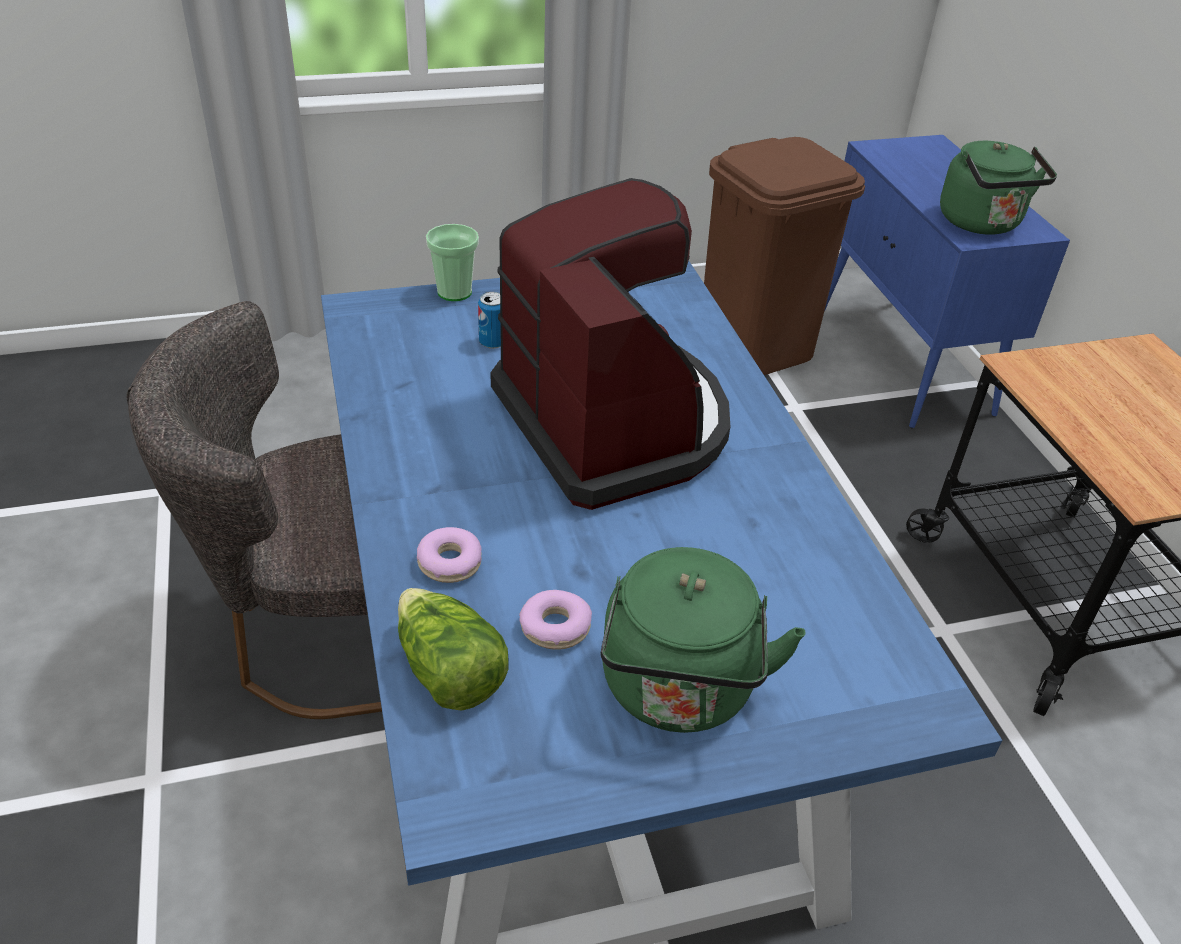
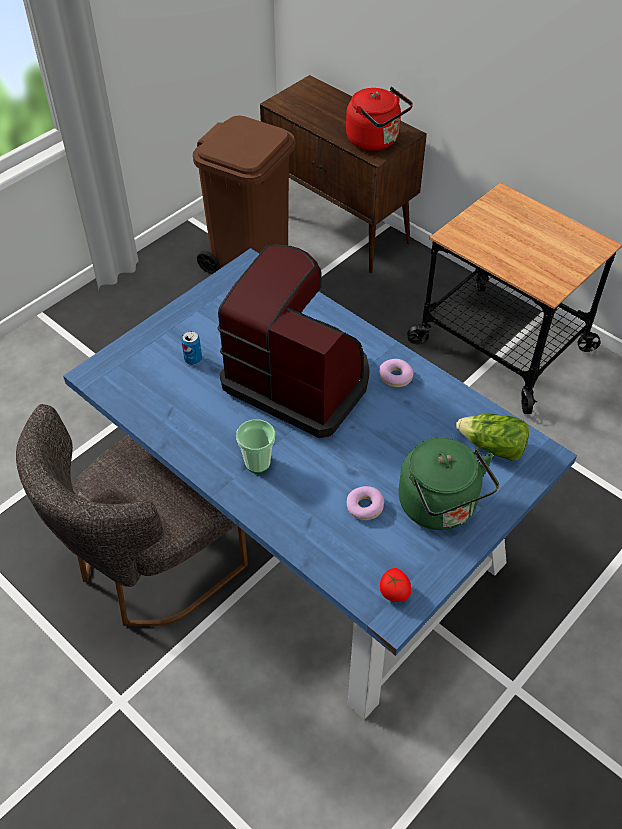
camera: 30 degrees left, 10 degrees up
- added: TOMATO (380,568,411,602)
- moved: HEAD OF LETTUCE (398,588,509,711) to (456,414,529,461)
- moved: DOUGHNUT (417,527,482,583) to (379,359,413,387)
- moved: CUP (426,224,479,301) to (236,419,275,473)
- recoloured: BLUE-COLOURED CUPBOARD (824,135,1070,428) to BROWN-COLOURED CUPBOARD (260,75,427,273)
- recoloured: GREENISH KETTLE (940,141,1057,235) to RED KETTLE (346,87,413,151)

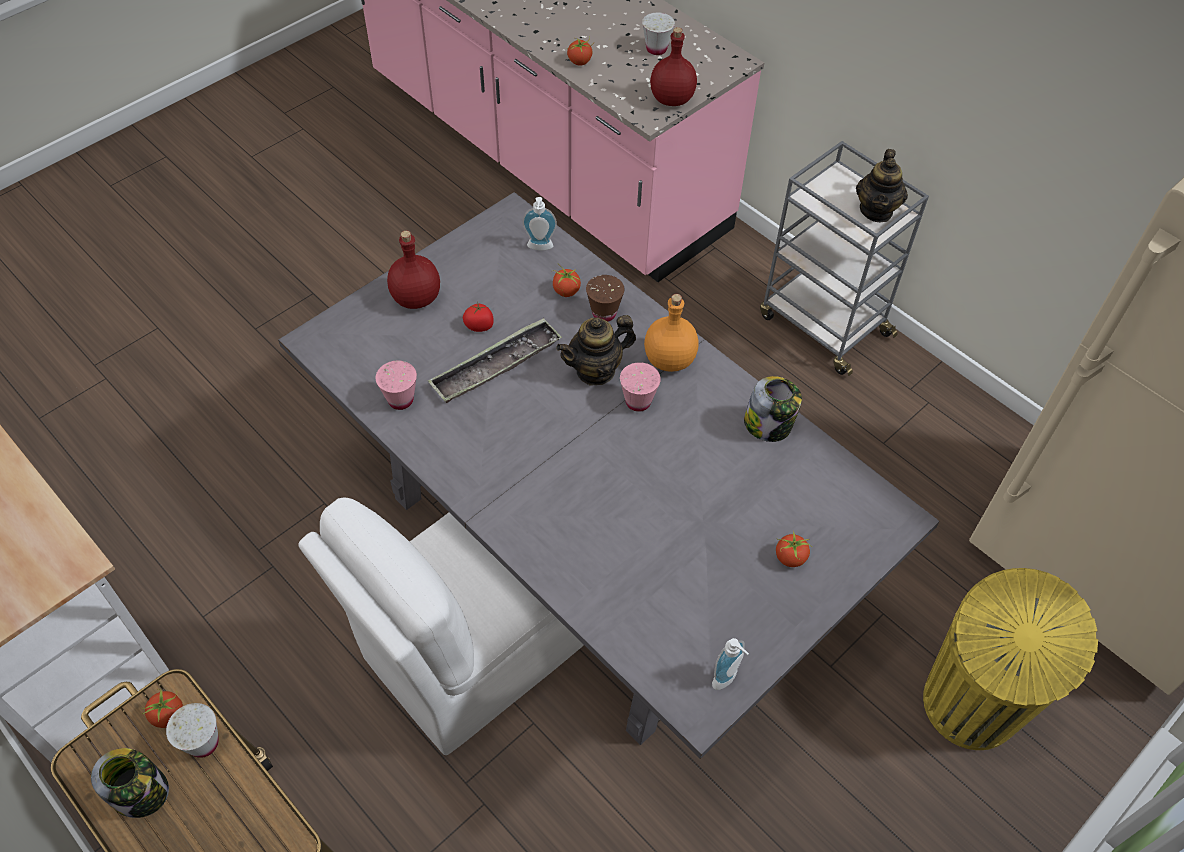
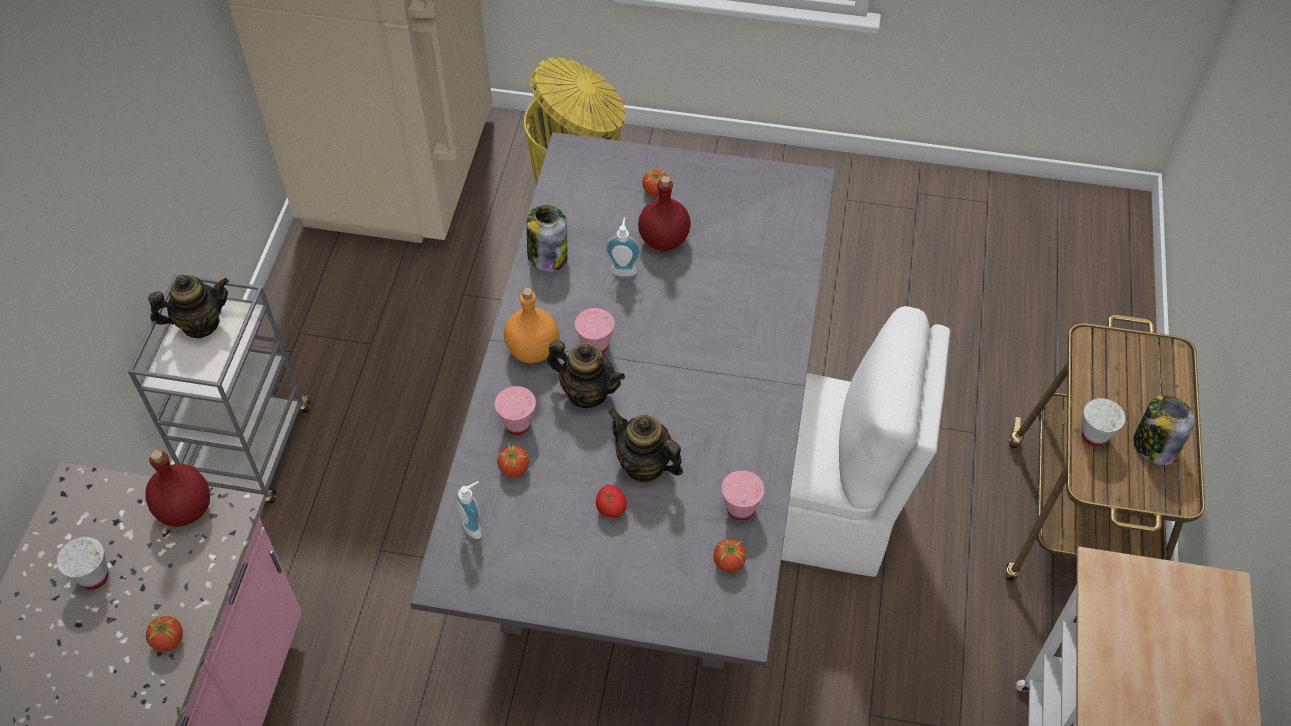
camera: 125 degrees left, 0 degrees up
- moved: TOMATO (141,689,183,728) to (713,535,747,572)
- moved: RED DRINK BOTTLE (387,231,440,309) to (638,176,691,251)
- moved: SOAP DISPENSER (712,638,749,690) to (605,217,641,277)
- replaced: CARRYING TRAY (428,318,562,403) to TEAPOT (608,408,683,482)
- recoloured: BROWN-COLOURED CUP (586,275,624,322) to PINK CUP (495,386,536,435)

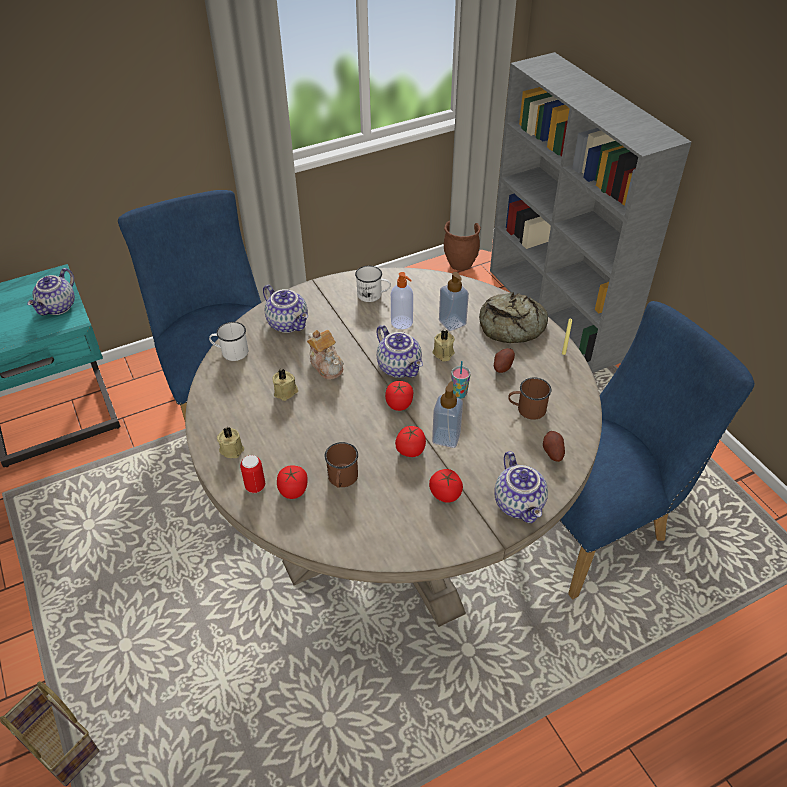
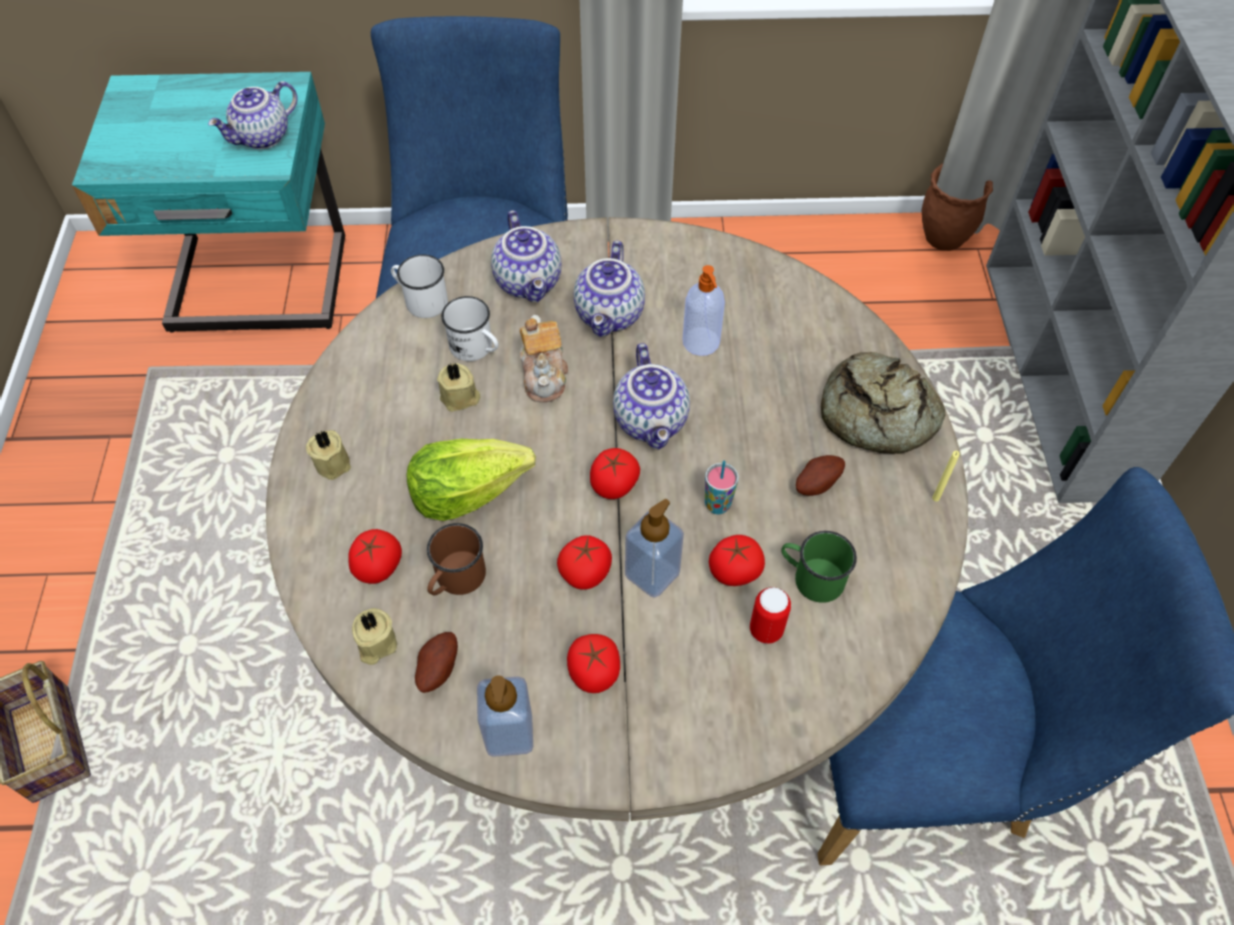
camera: 25 degrees right, 10 degrees up
- added: HEAD OF LETTUCE (406,439,536,521)
- added: TOMATO (709,535,765,586)
- moved: SEALED CAN (240,455,265,493) to (750,587,791,644)
- moved: WHITE COFFEE MUG (355,266,391,302) to (441,296,499,361)
- moved: BEIGE-COLOURED WAX LIGHT (432,330,455,361) to (352,608,397,665)
- moved: SOAP DISPENSER (439,272,469,331) to (477,675,533,757)
- moved: TEAPOT (494,451,548,523) to (574,240,645,337)
- moved: POTATO (543,431,565,462) to (415,632,458,693)
- recoloured: BROWN-COLOURED COFFEE MUG (508,377,551,420) to GREENISH COFFEE MUG (781,531,857,603)

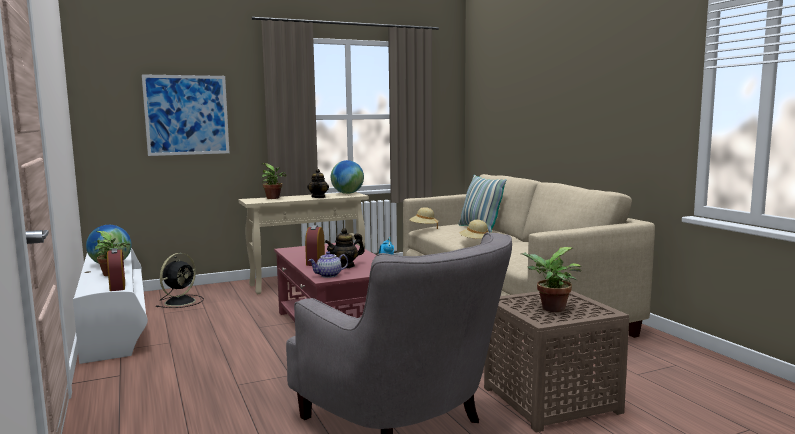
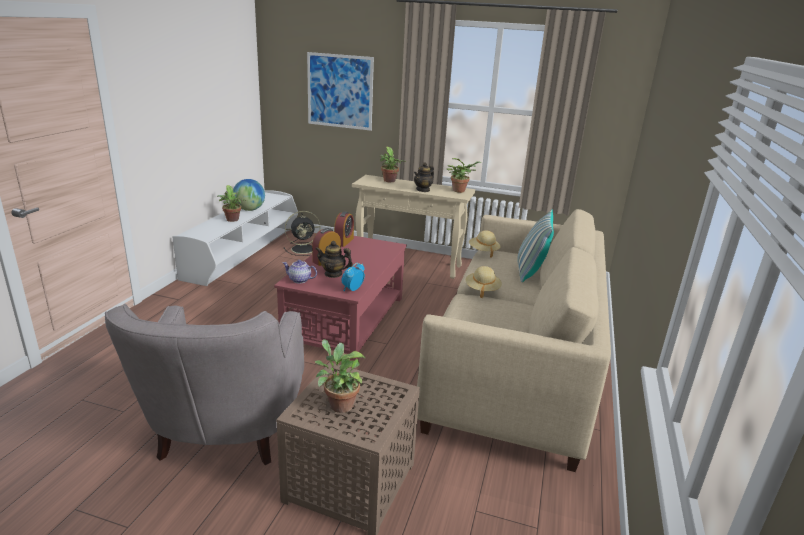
camera: 40 degrees right, 15 degrees up
- moved: TABLE CLOCK (107,248,125,291) to (334,212,354,247)
- replaced: WORLD GLOBE (331,160,364,194) to PLANT IN A POT (447,158,481,193)

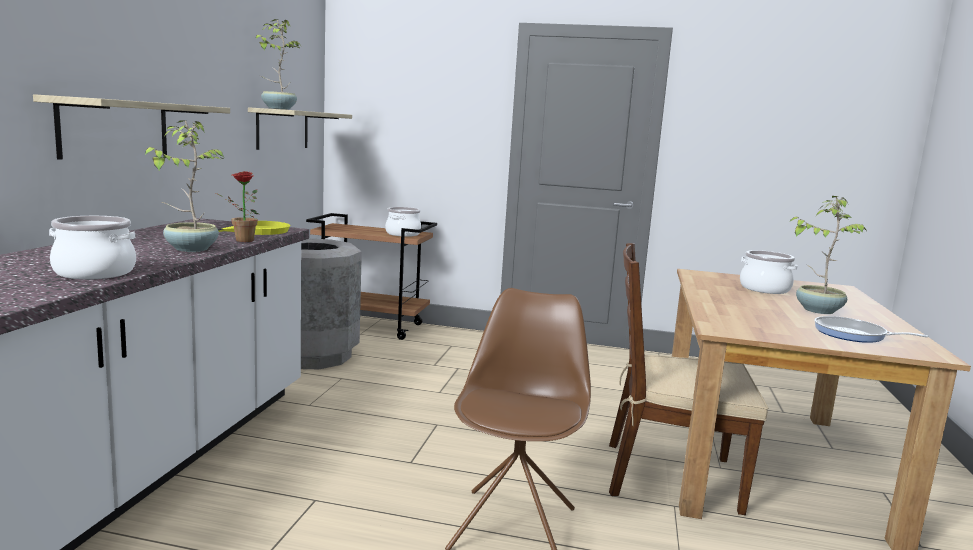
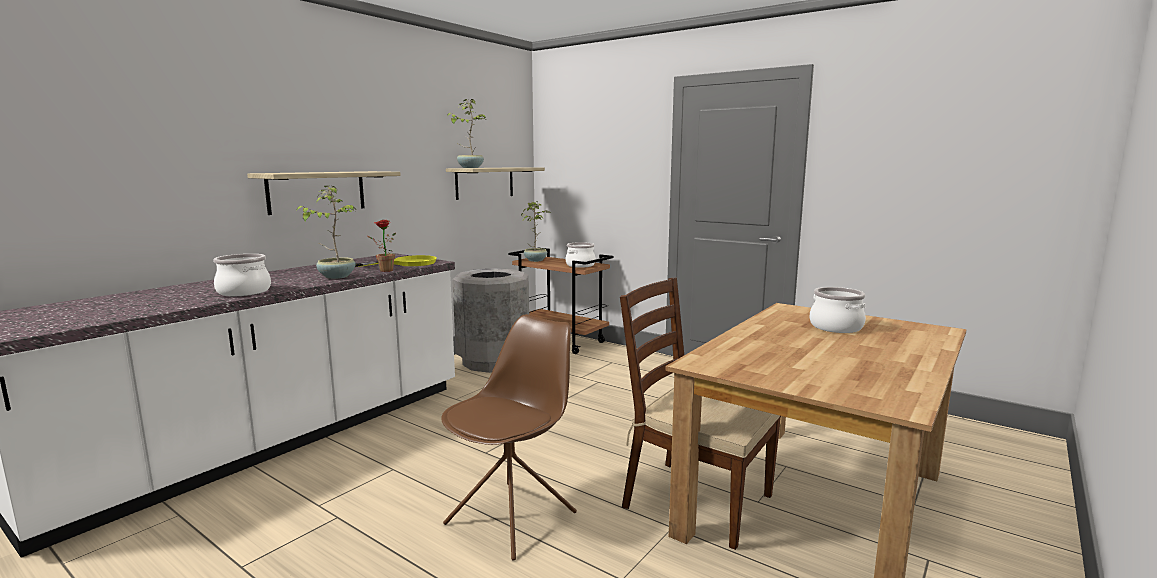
camera: 25 degrees right, 0 degrees up
- removed: FRYING PAN (815,316,928,343)
- moved: PLANT IN A POT (789,196,866,314) to (521,201,551,262)

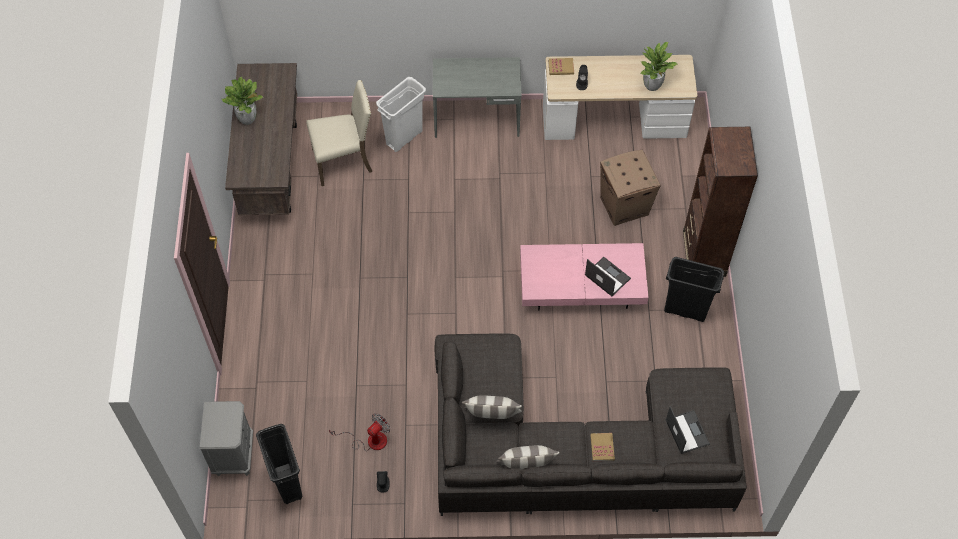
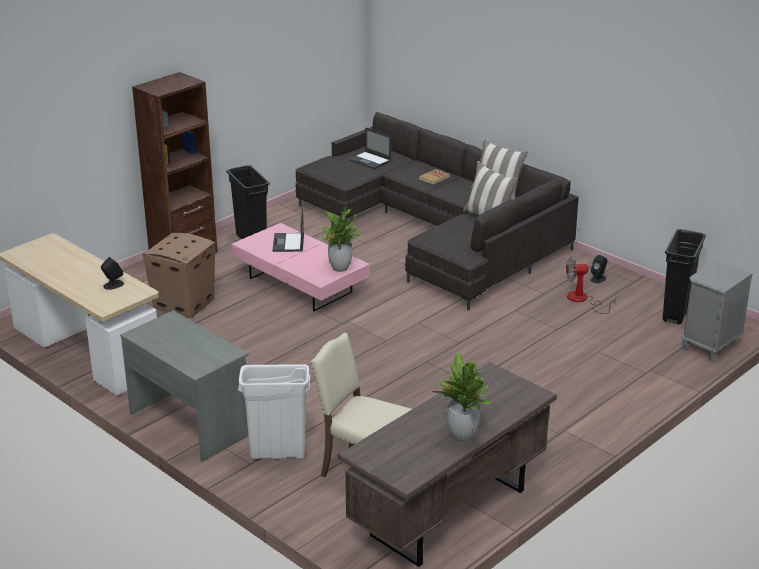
camera: 135 degrees left, 30 degrees down
- removed: BOUND BOOK (548,58,574,75)
- moved: PLANT IN A POT (641,42,678,91) to (320,206,363,272)
- turned: LAPTOP (666,406,710,454) = (348,127,391,169) 75 degrees counterclockwise

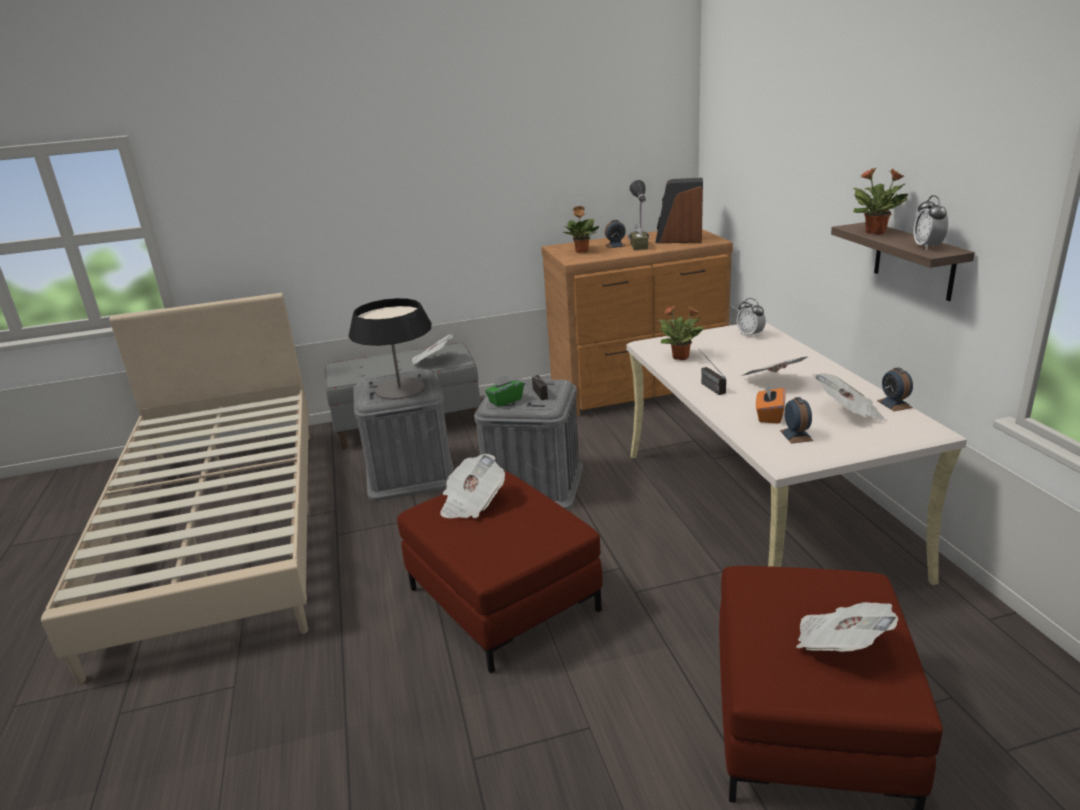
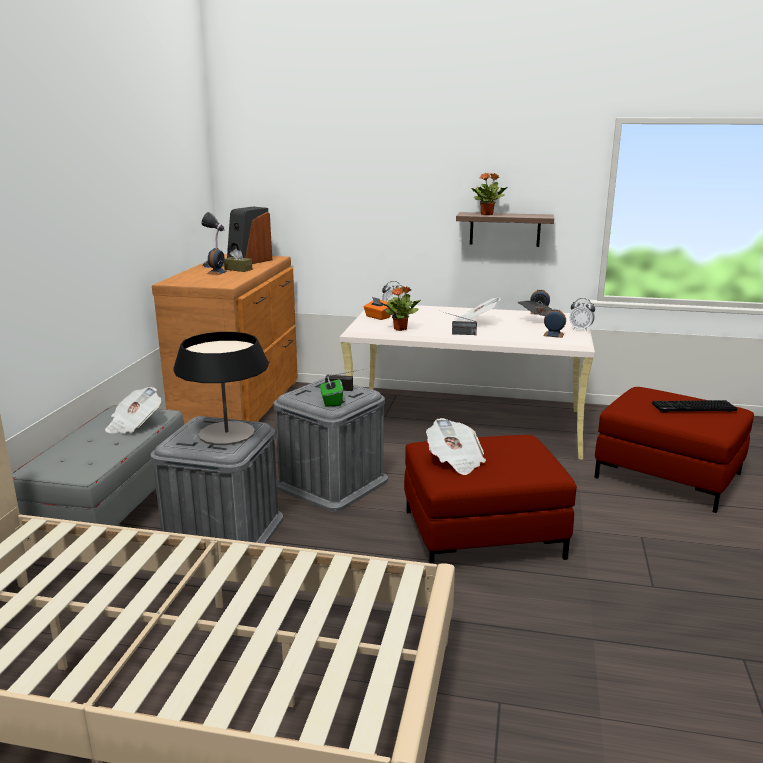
camera: 65 degrees left, 5 degrees down
- removed: PLANT IN A POT (563,206,599,253)
- moved: ORANGEY TISSUE BOX (756,384,786,424) to (364,297,391,320)
- moved: TABLE CLOCK (913,195,948,250) to (570,298,595,331)
- replaced: NEWSPAPER (797,602,898,652) to PC KEYBOARD (652,400,737,412)

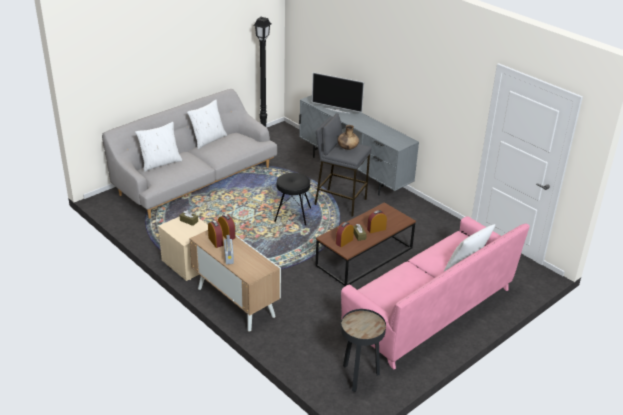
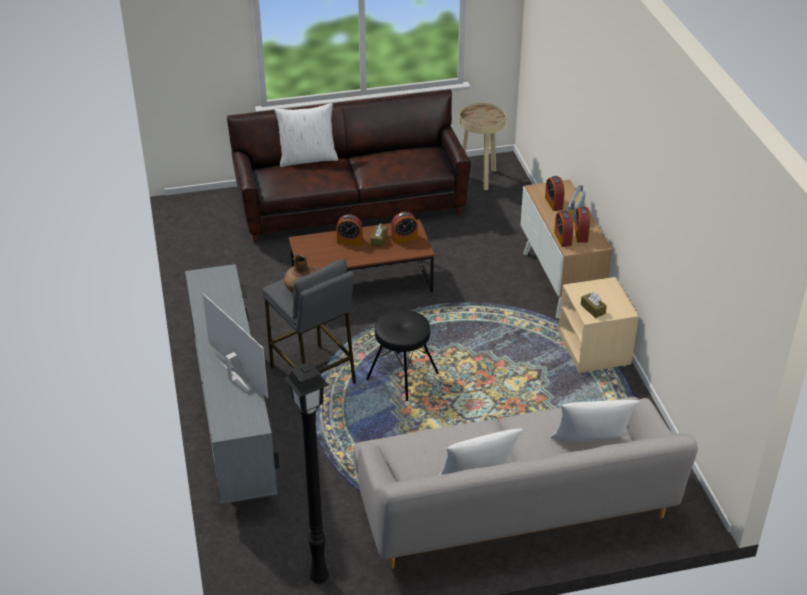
camera: 150 degrees left, 5 degrees up
- added: TABLE CLOCK (545,176,565,211)
- recoloured: PINK SOFA (341,216,530,369) to BROWN-COLOURED SOFA (227,90,471,243)
- recoloured: BLACK END TABLE (341,309,386,392) to BEIGE-COLOURED END TABLE (460,103,506,190)

